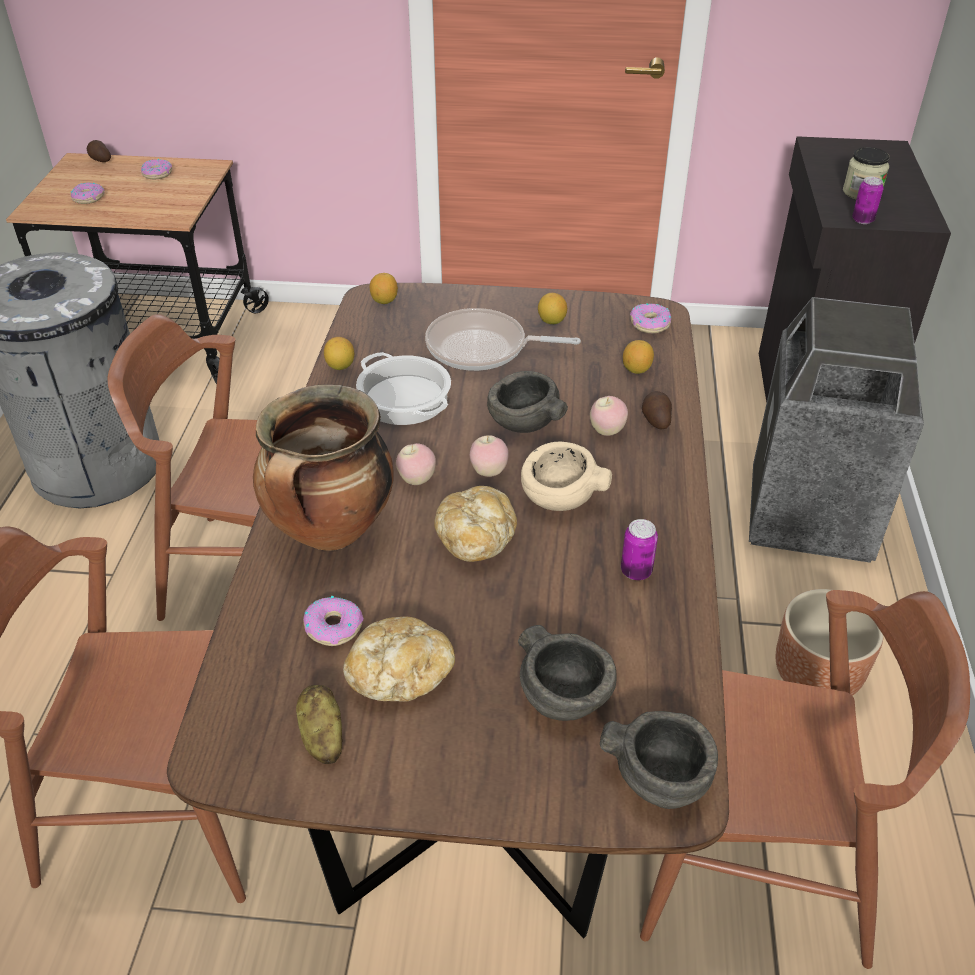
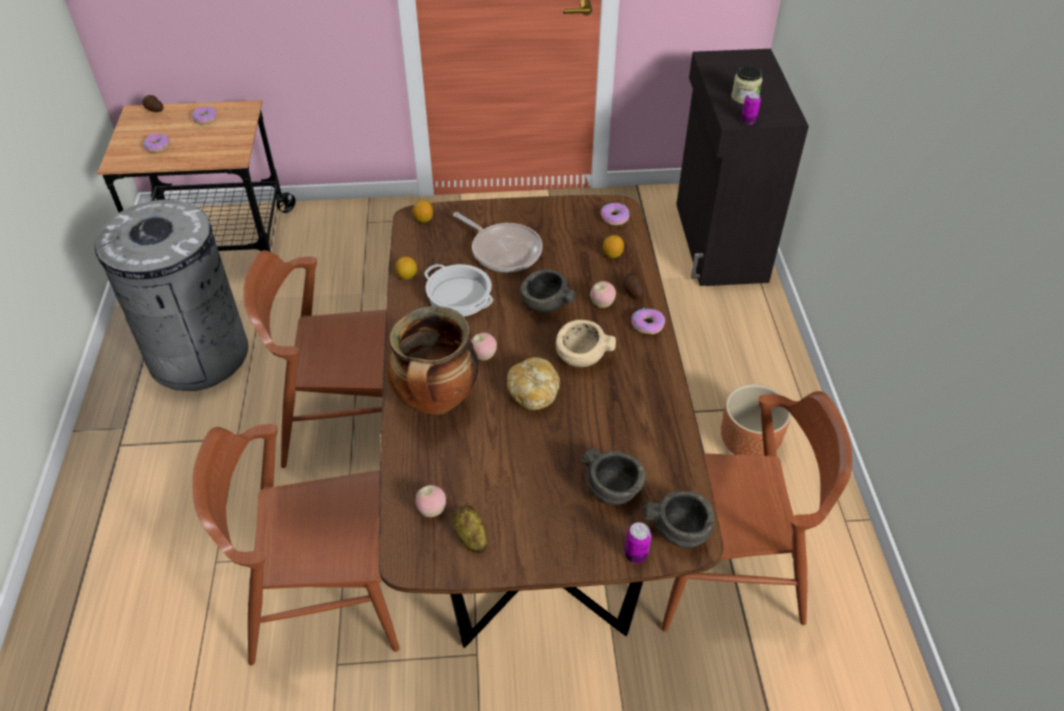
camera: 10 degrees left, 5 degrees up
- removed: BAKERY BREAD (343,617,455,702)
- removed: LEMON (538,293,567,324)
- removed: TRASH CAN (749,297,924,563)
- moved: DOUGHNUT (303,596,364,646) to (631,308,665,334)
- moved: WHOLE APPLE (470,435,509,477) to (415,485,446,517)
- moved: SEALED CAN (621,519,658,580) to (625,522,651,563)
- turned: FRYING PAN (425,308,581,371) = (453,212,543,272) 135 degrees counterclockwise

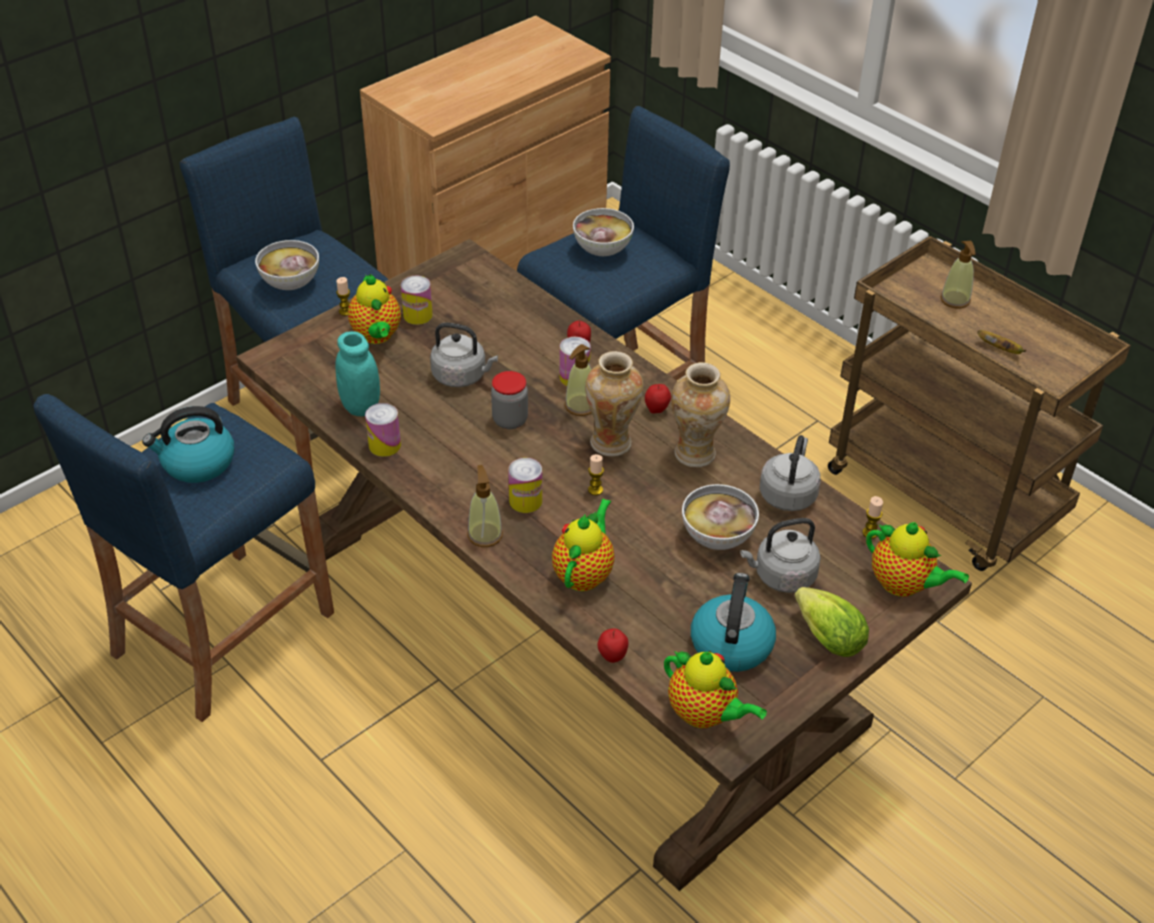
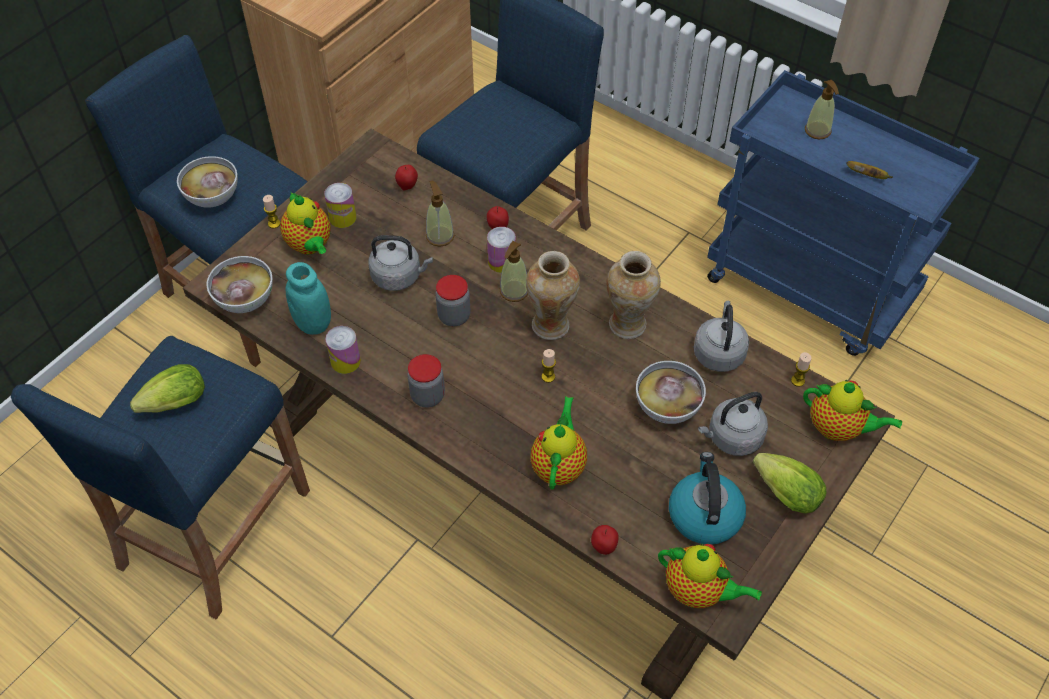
camera: 10 degrees left, 10 degrees up
- removed: SEALED CAN (508,458,542,513)
- added: JAR (407,354,445,407)
- moved: SOAP DISPENSER (467,465,503,547) to (426,180,454,247)
- moved: SERVING BOWL (573,208,634,256) to (207,256,273,313)
- moved: WHOLE APPLE (645,384,671,414) to (395,165,418,190)
- replaced: KETTLE (142,406,234,483) to HEAD OF LETTUCE (130,364,205,413)
- recoloured: BROWN-COLOURED TROLLEY (828,236,1131,571) to BLUE-COLOURED TROLLEY (707,70,980,356)

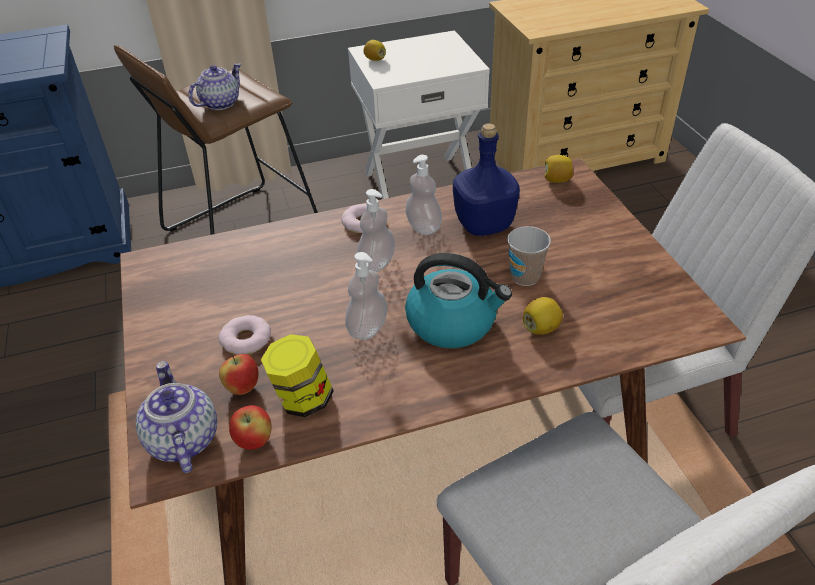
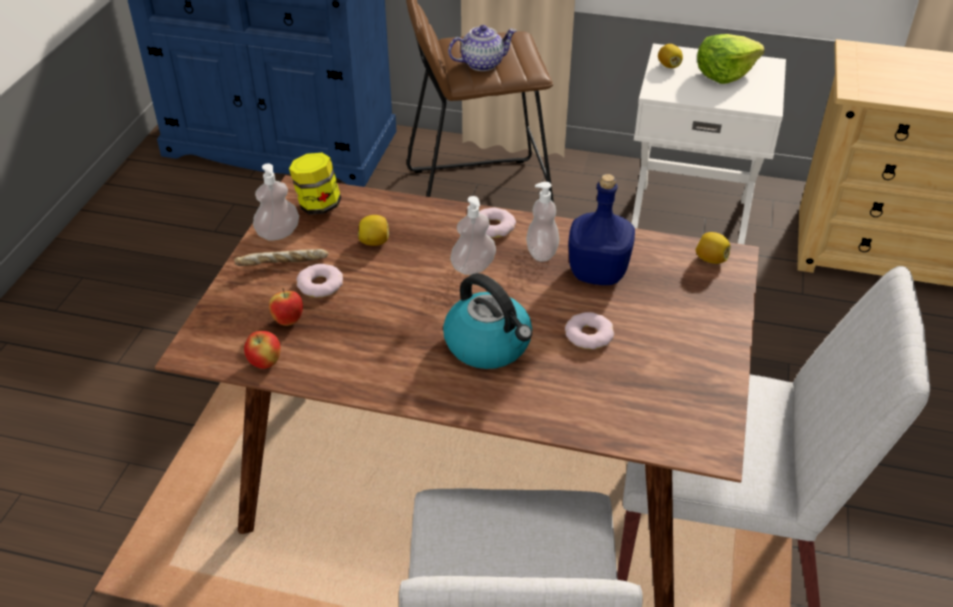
camera: 30 degrees right, 0 degrees up
- removed: TEAPOT (136,361,217,473)
- added: BAKERY BREAD (234,249,328,266)
- added: HEAD OF LETTUCE (697,34,764,84)
- moved: JAR (261,334,334,417) to (289,153,341,215)
- moved: SOAP DISPENSER (345,252,387,340) to (253,163,299,241)
- moved: LEMON (523,297,563,335) to (358,215,389,246)
- replaced: CUP (507,226,551,286) to DOUGHNUT (565,312,614,349)

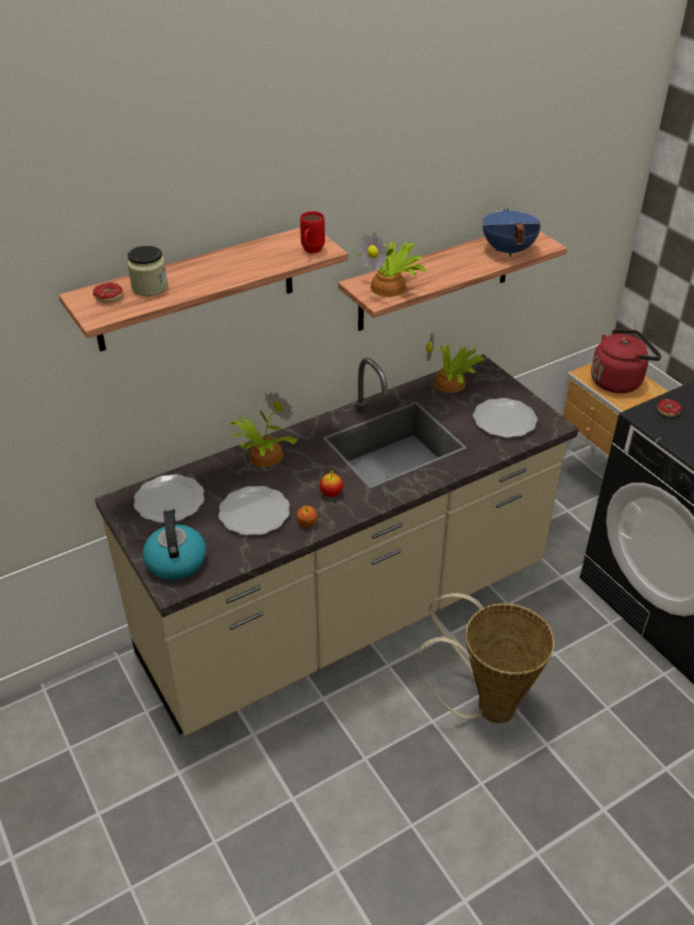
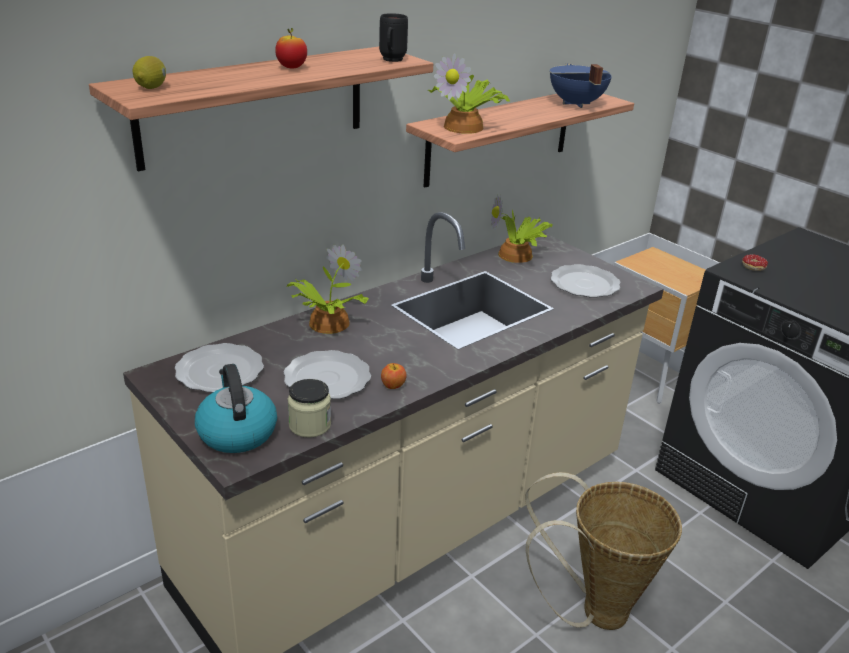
camera: 10 degrees left, 10 degrees down
- removed: RED KETTLE (591,329,662,393)
- moved: JAR (127,246,168,296) to (288,379,331,438)
- moved: WHOLE APPLE (320,470,343,497) to (275,28,307,69)
- replaced: DOUGHNUT (93,282,123,303) to LEMON (133,56,166,89)
- recoloured: RED COFFEE MUG (300,211,325,254) to BLACK COFFEE MUG (379,13,408,62)

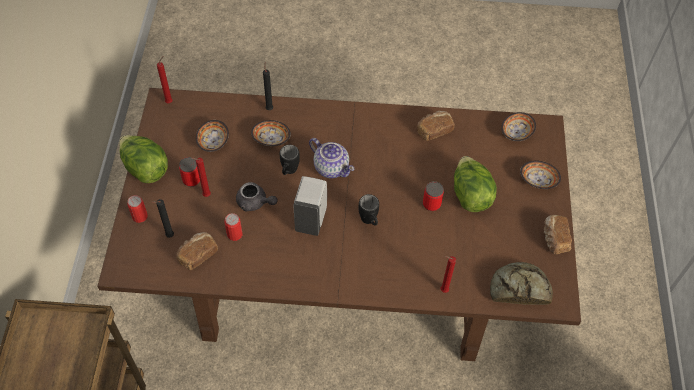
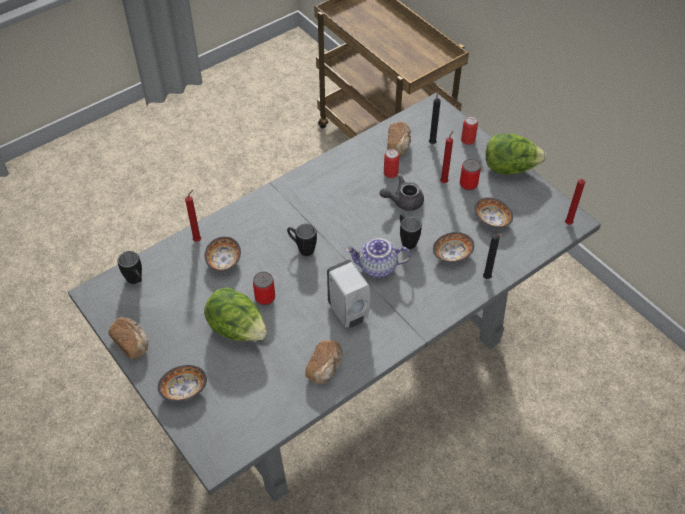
camera: 140 degrees right, 5 degrees down
- moved: WHITE SOAP DISPENSER (293,176,327,236) to (327,259,370,328)
- moved: SERVING BOWL (501,112,536,141) to (205,236,241,271)
- replaced: BAKERY BREAD (490,262,553,305) to BLACK COFFEE MUG (117,251,142,284)
- recoloured: BROWN-COLOURED DINING TABLE (97,88,581,361) to GRAY DINING TABLE (68,92,601,502)

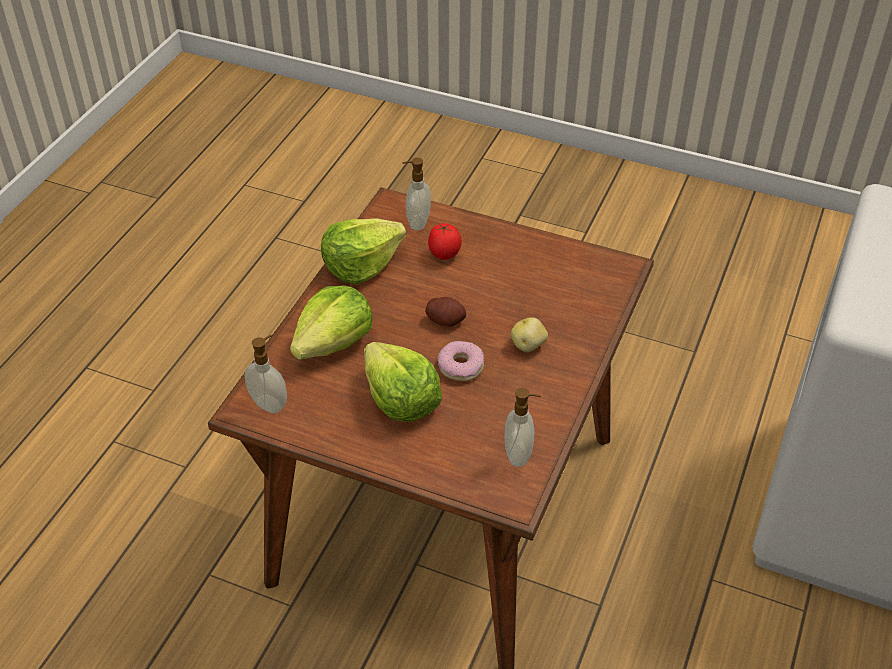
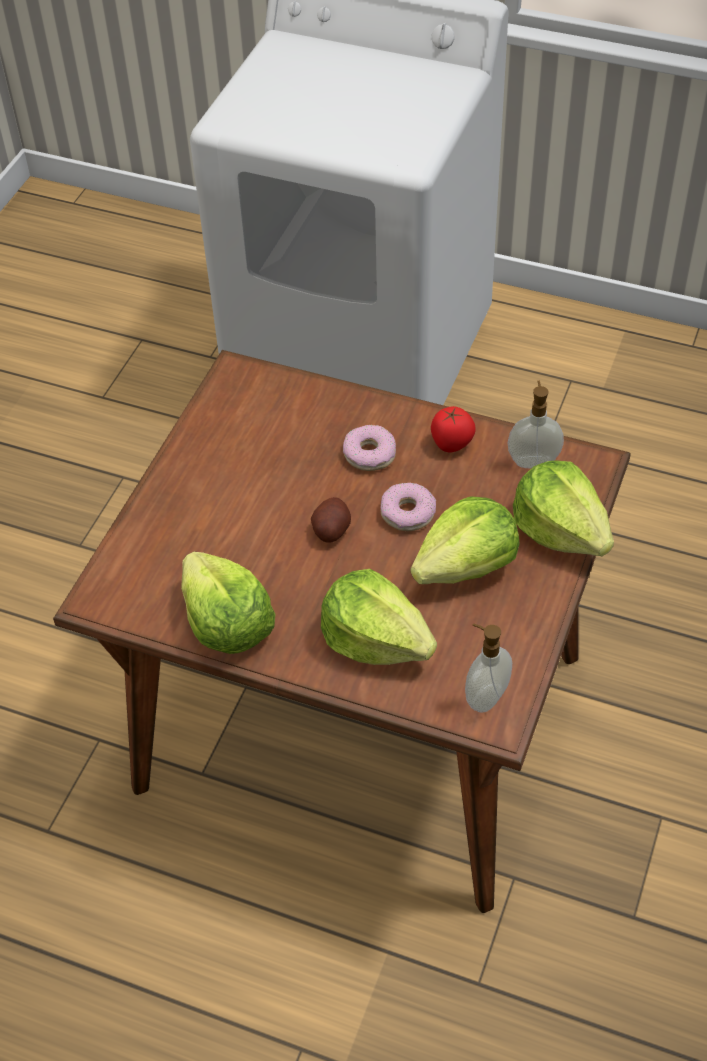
camera: 90 degrees left, 5 degrees up
- removed: SOAP DISPENSER (402,158,431,230)
- added: HEAD OF LETTUCE (513,460,614,556)
- moved: TOMATO (428,223,462,260) to (431,406,476,452)
- replaced: POTATO (511,317,548,352) to DOUGHNUT (343,425,396,471)

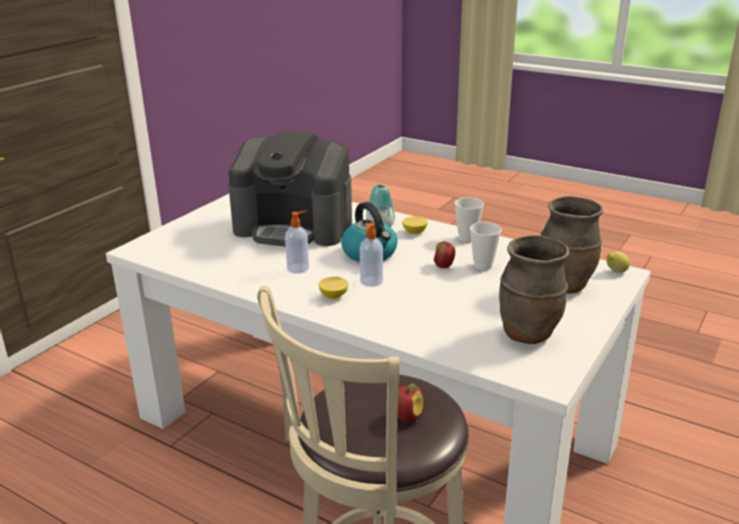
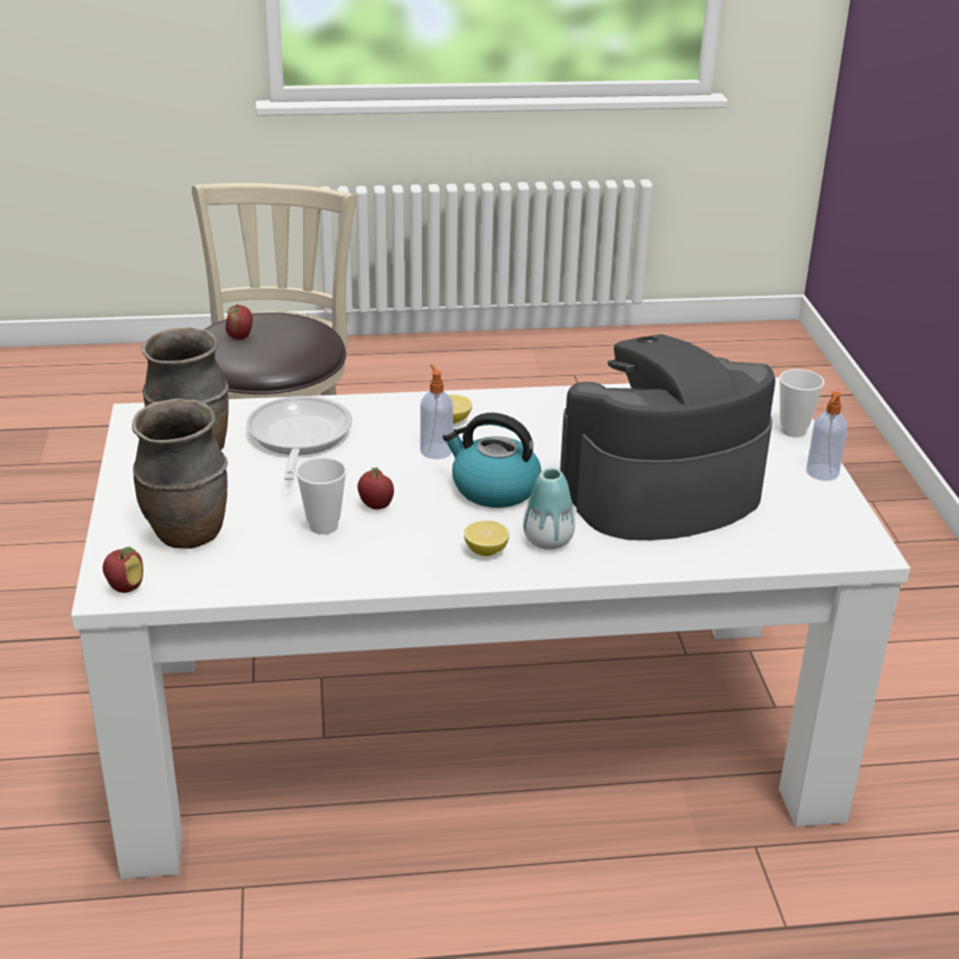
camera: 140 degrees right, 5 degrees up
- added: FRYING PAN (247,396,352,481)
- moved: SOAP DISPENSER (285,211,309,274) to (806,391,847,481)
- moved: CUP (455,197,484,242) to (779,369,825,438)
- replaced: LEMON (606,251,630,273) to WHOLE APPLE (103,547,143,593)

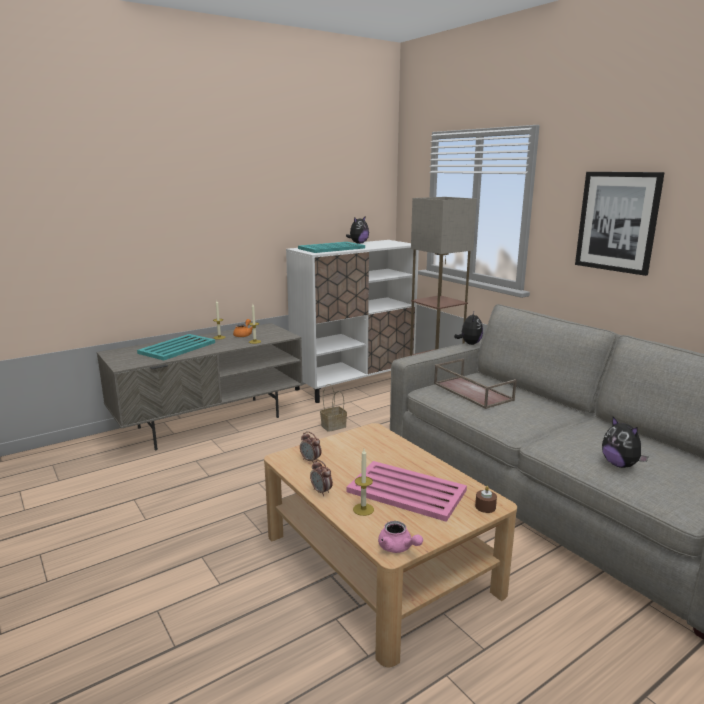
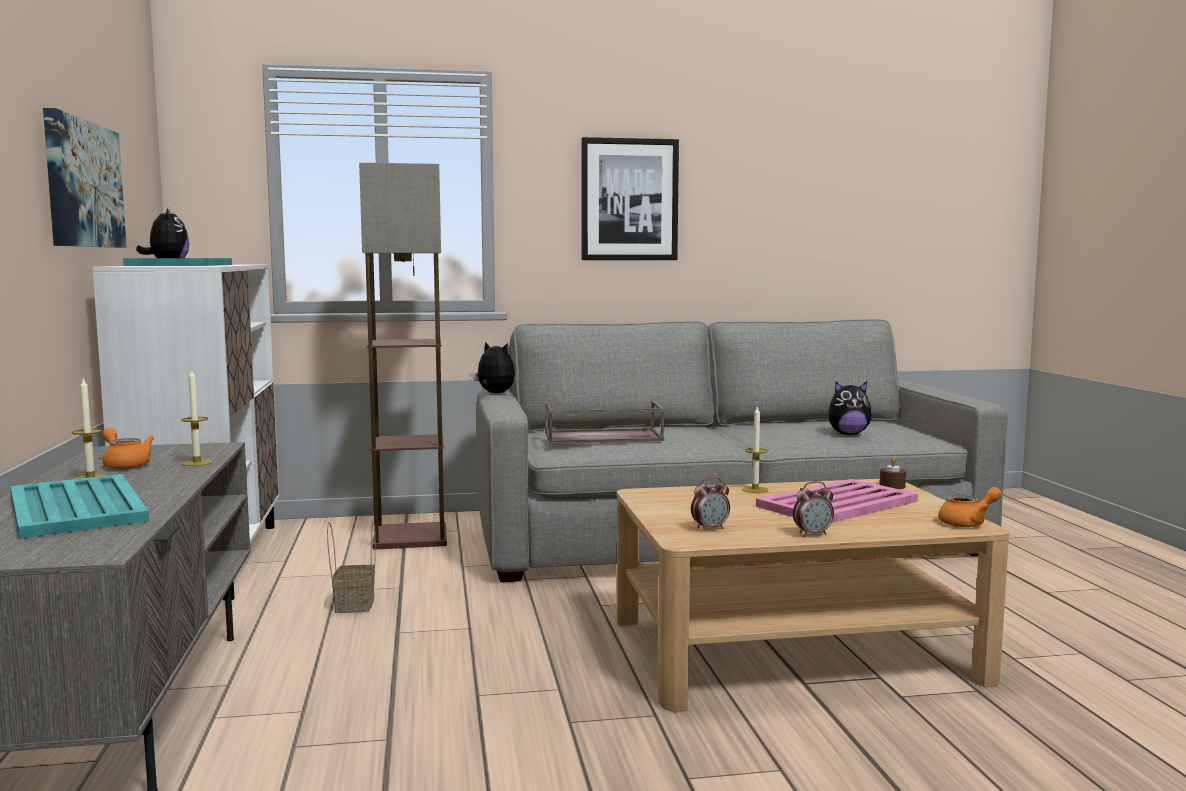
camera: 65 degrees left, 10 degrees down
- added: WALL ART (43,108,127,248)
- moved: WAX LIGHT (353,449,374,516) to (742,405,769,493)
- recoloured: PINK TEAPOT (378,521,423,553) to ORANGEY TEAPOT (938,487,1002,527)

